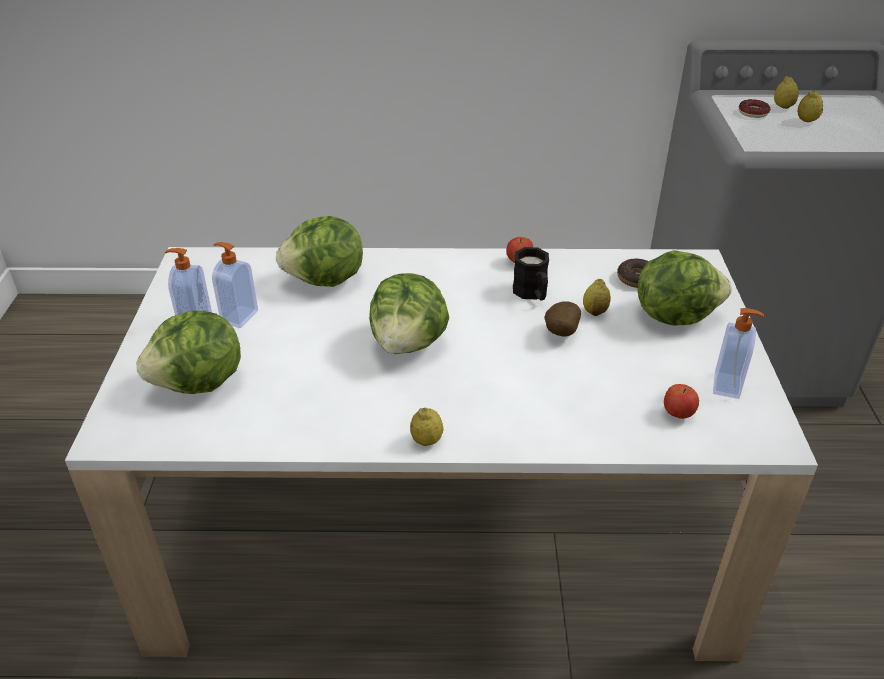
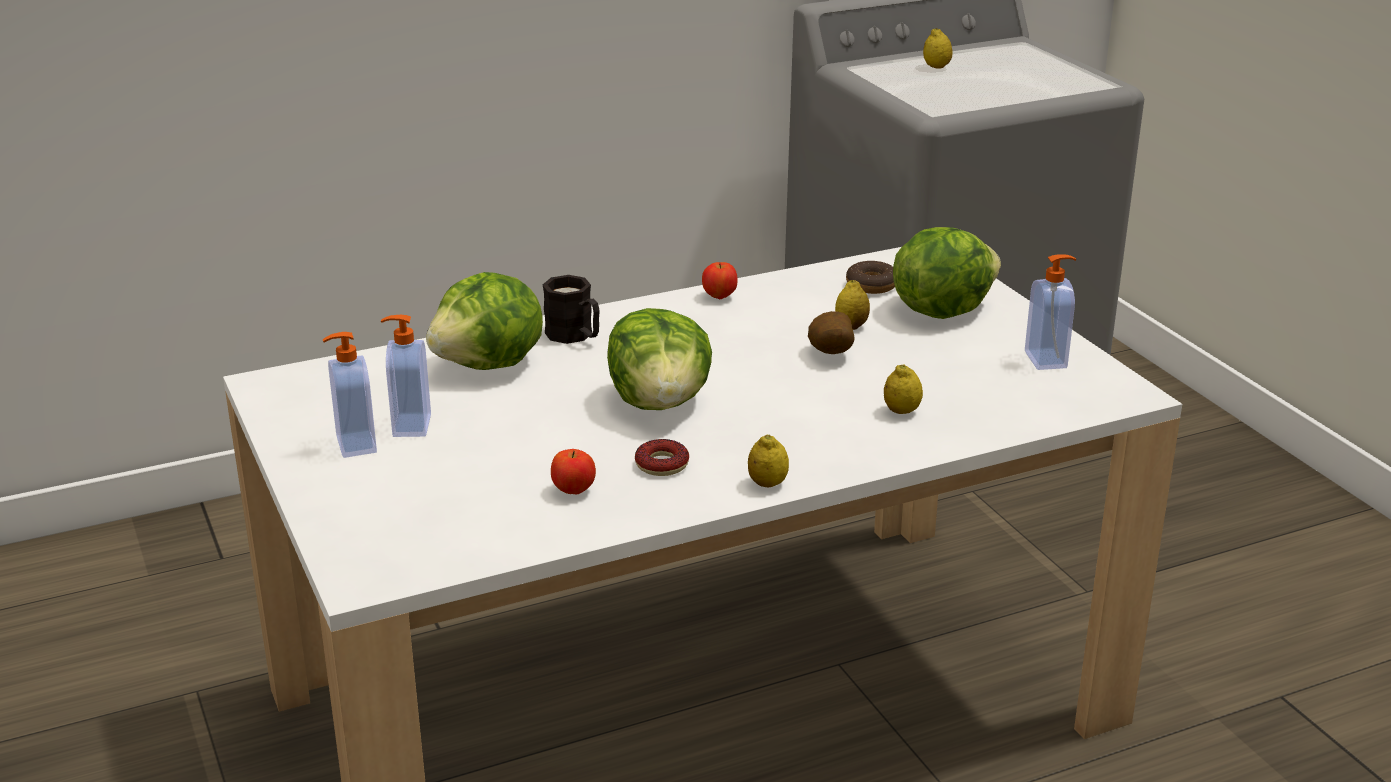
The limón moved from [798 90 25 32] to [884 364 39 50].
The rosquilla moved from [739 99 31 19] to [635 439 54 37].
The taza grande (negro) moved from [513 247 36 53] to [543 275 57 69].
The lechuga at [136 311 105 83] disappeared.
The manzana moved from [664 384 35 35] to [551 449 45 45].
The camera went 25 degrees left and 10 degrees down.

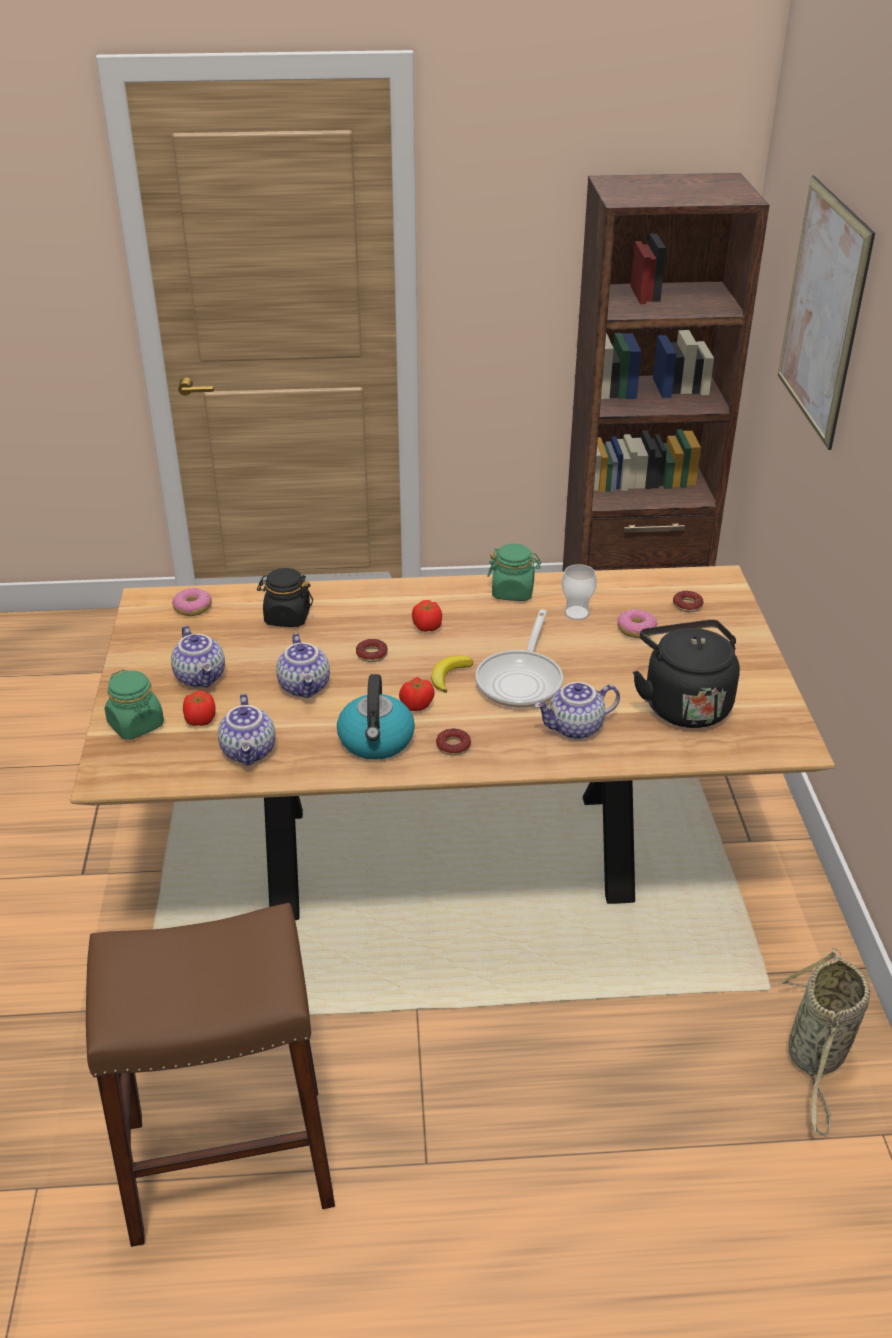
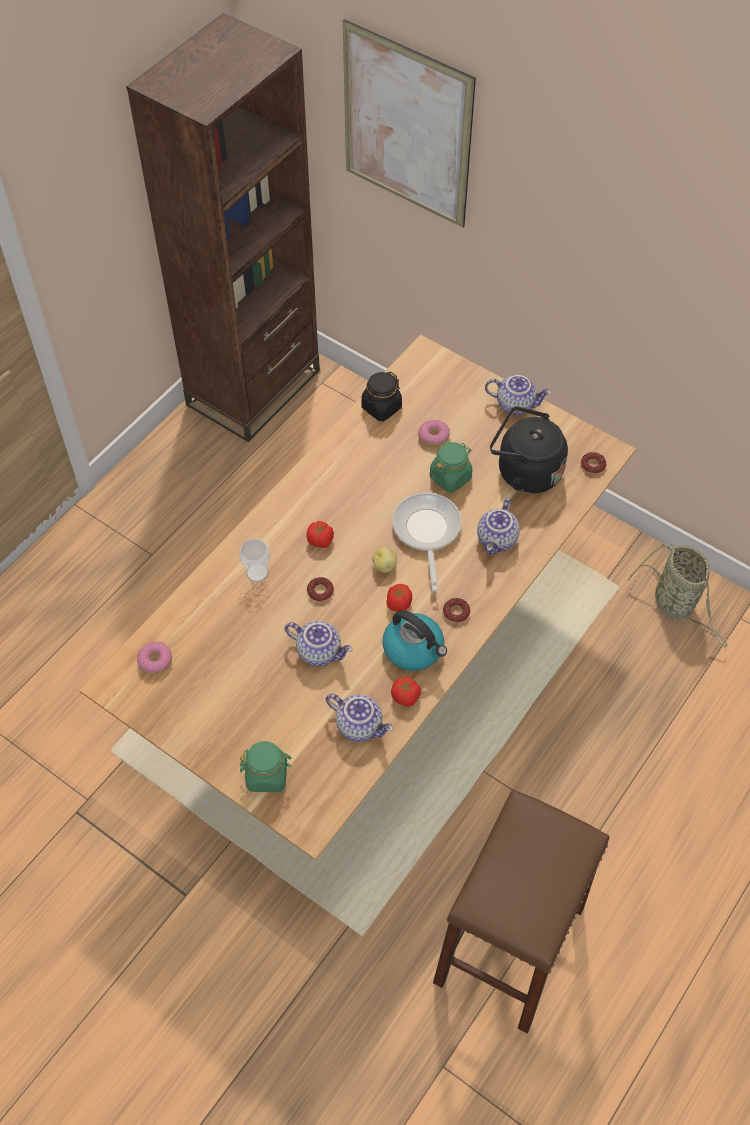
The tarro (verde) moved from [487 544 54 57] to [430 442 42 51].
The taza moved from [562 564 35 56] to [239 538 31 44].
The tarro (negro) moved from [257 568 56 59] to [361 372 41 49].
The rosquilla moved from [673 591 31 21] to [581 452 25 22].
The sartén at [475 609 88 99] turned 150 degrees counterclockwise.
The tetera moved from [171 626 54 62] to [485 375 66 40].
The plátano at [431 656 42 37] was replaced by the patata at [372 547 25 26].
The tomate moved from [183 690 33 36] to [391 677 30 30].
The camera went 50 degrees left and 20 degrees up.

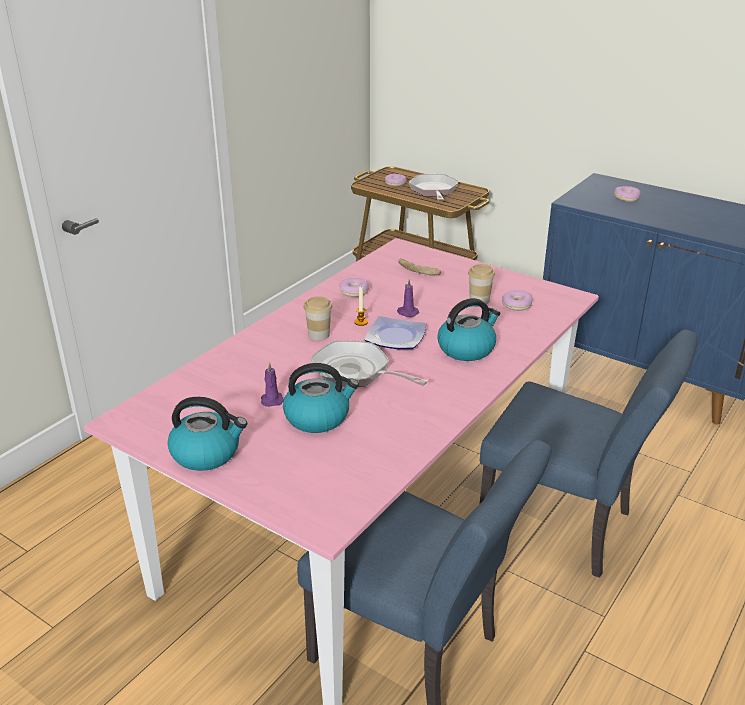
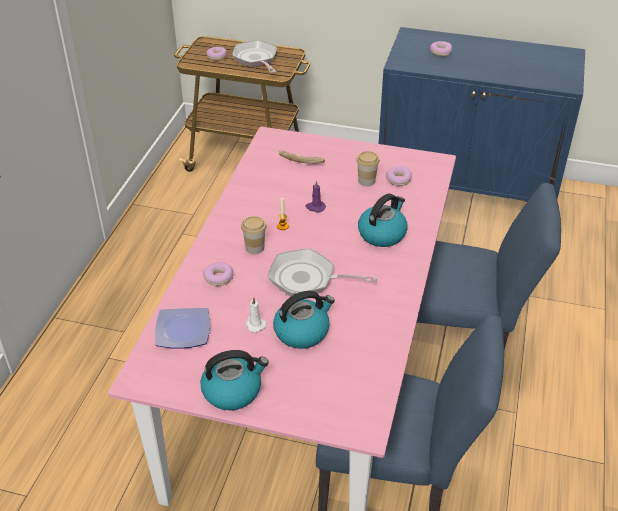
The rosquilla moved from [339 278 30 19] to [203 262 31 24].
The plato moved from [364 316 62 33] to [155 308 55 41].
The vela (morado) at [261 362 23 45] became the vela (blanco) at [245 297 21 35].
The camera went 20 degrees left and 10 degrees up.

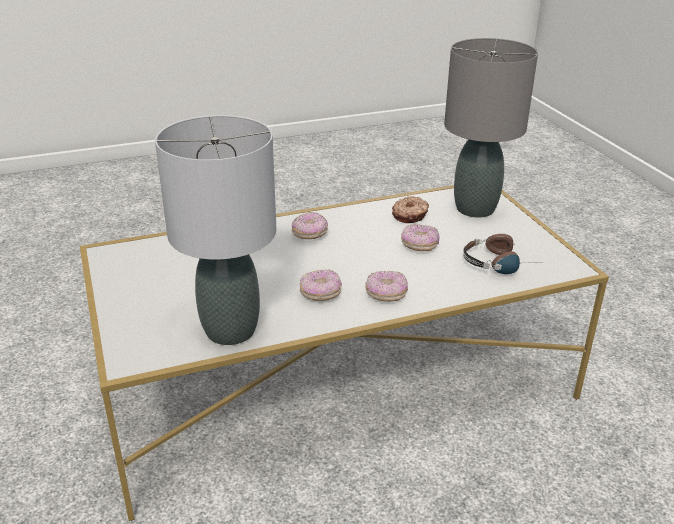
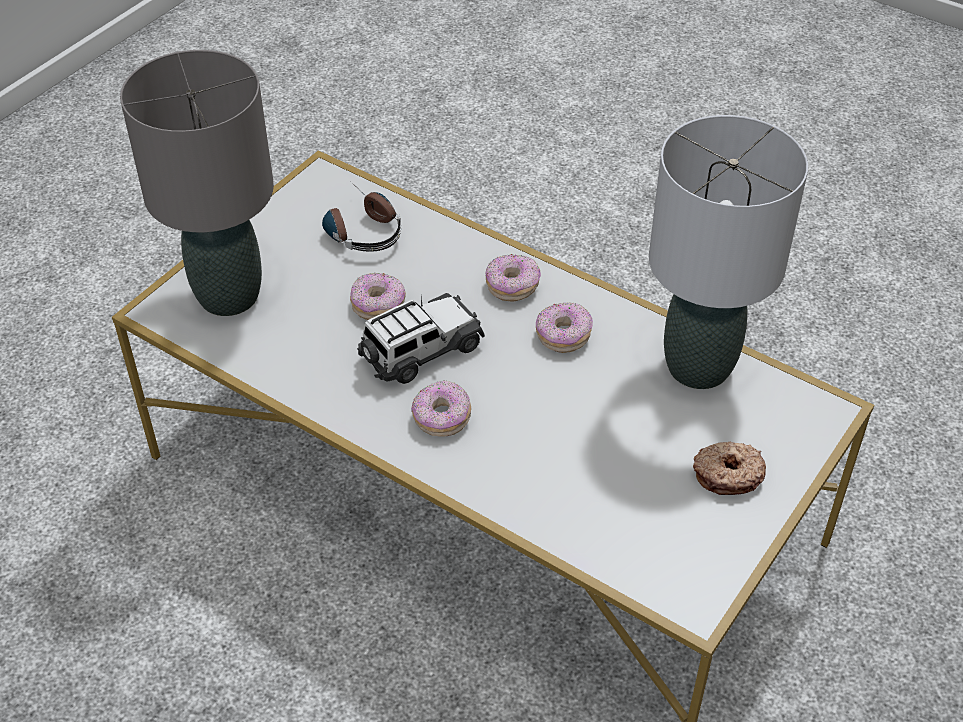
The rosquilla moved from [392 196 37 27] to [693 442 73 53].
The coche de juguete at [357 293 128 91] appeared.
The camera went 125 degrees left and 15 degrees up.

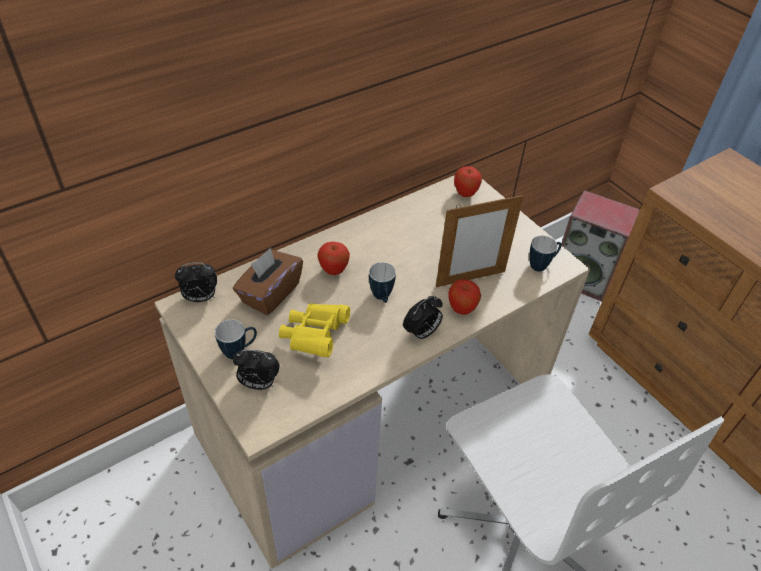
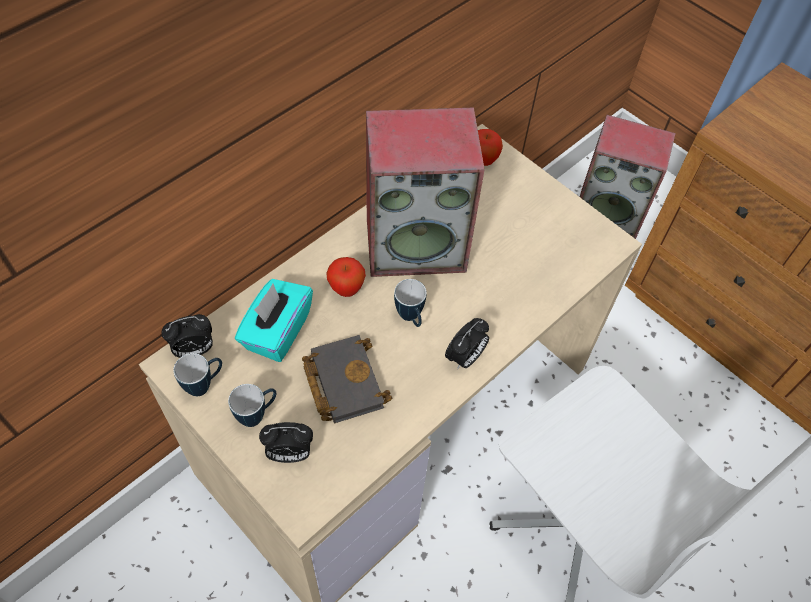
The portarretratos at [436 194 88 93] disappeared.
The taza grande moved from [529 235 33 37] to [173 353 49 43].
The caja de pañuelos (marrón) at [233 248 70 67] became the caja de pañuelos (turquesa) at [235 279 78 83].
The manzana at [448 279 33 36] disappeared.
The prismáticos (amarillo) at [279 303 71 54] was replaced by the libro (negro) at [302 335 90 88].
The altavoz at [366 108 119 169] appeared.
The camera went 10 degrees left and 10 degrees up.

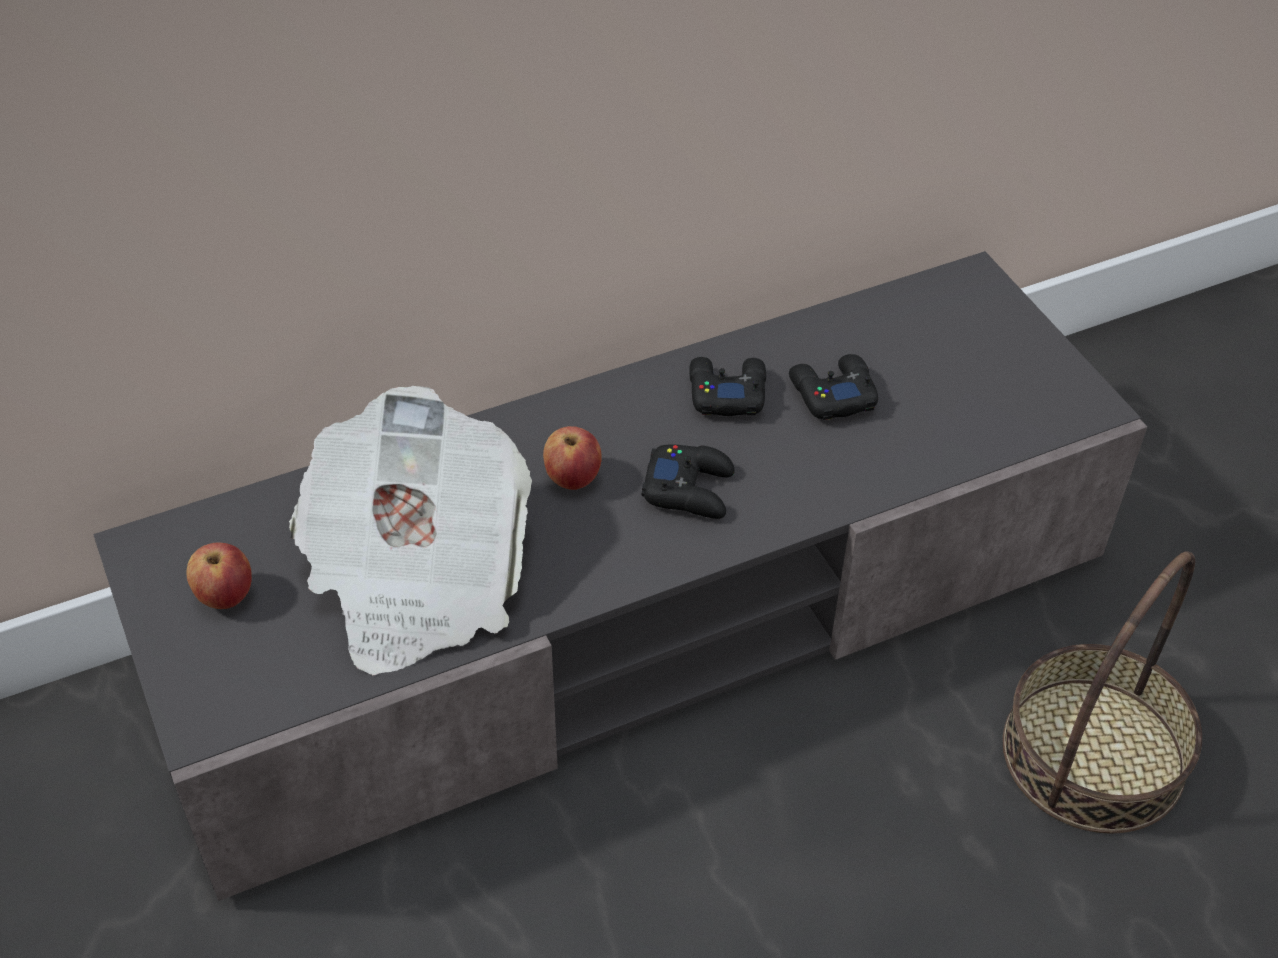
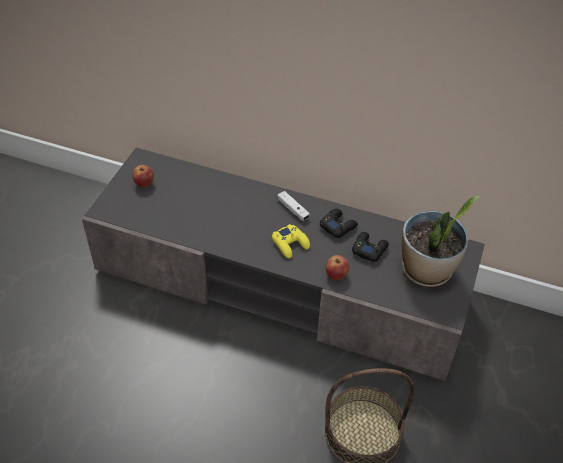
The periódico at [289 386 243 289] disappeared.
The manzana moved from [543 426 59 64] to [325 255 24 25].
The mando de consola (negro) at [642 445 93 74] became the mando de consola (amarillo) at [272 224 38 34].
The mando de consola (blanco) at [277 191 33 30] appeared.
The planta en maceta at [402 195 78 92] appeared.
The camera went 45 degrees right and 0 degrees up.

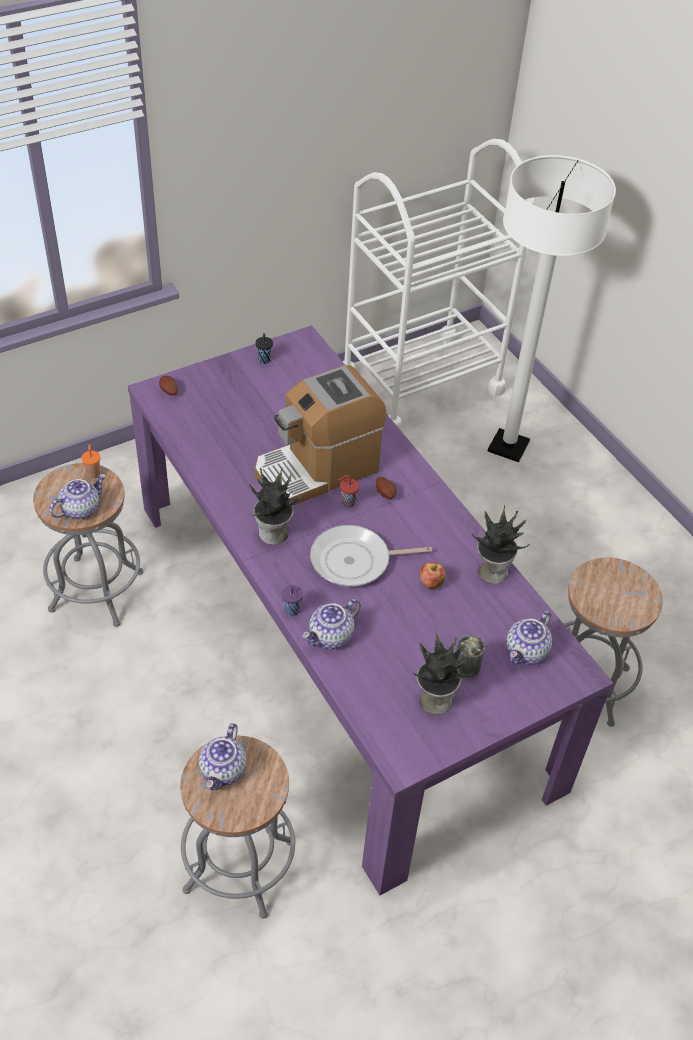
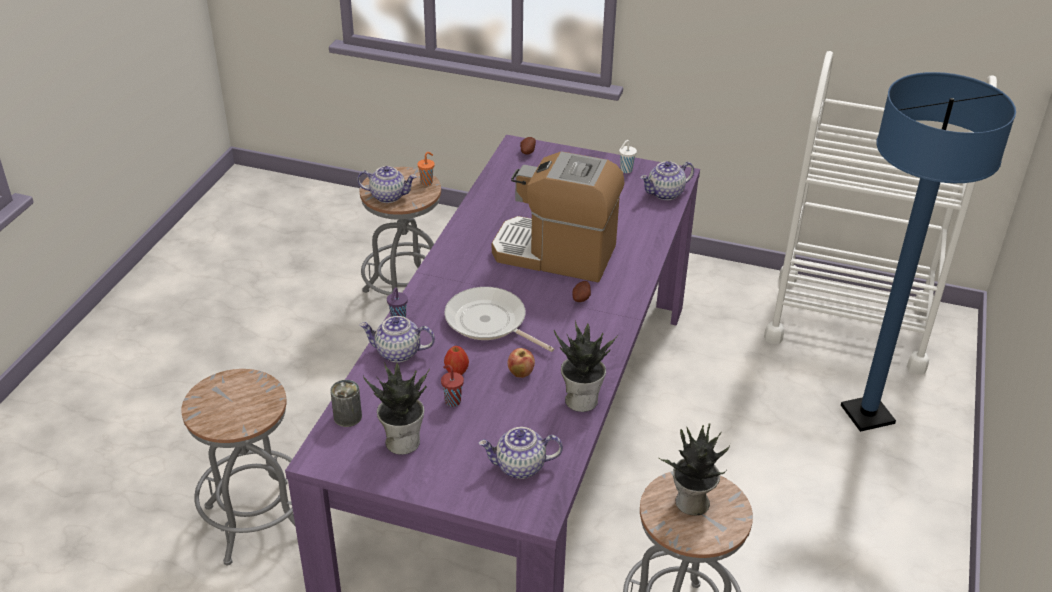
The lámpara de pie (blanco) at [488 155 128 307] became the lámpara de pie (azul) at [841 72 175 360].
The taza (negro) at [256 333 17 31] became the taza (blanco) at [619 140 18 33].
The planta en maceta moved from [249 467 56 78] to [659 423 72 92].
The taza (rojo) moved from [338 475 21 33] to [441 365 23 42].
The lata moved from [456 635 29 43] to [330 380 32 47].
The tetera moved from [199 723 47 67] to [640 161 54 39].
The manzana at [444 346 25 29] appeared.
The camera went 50 degrees right and 10 degrees down.

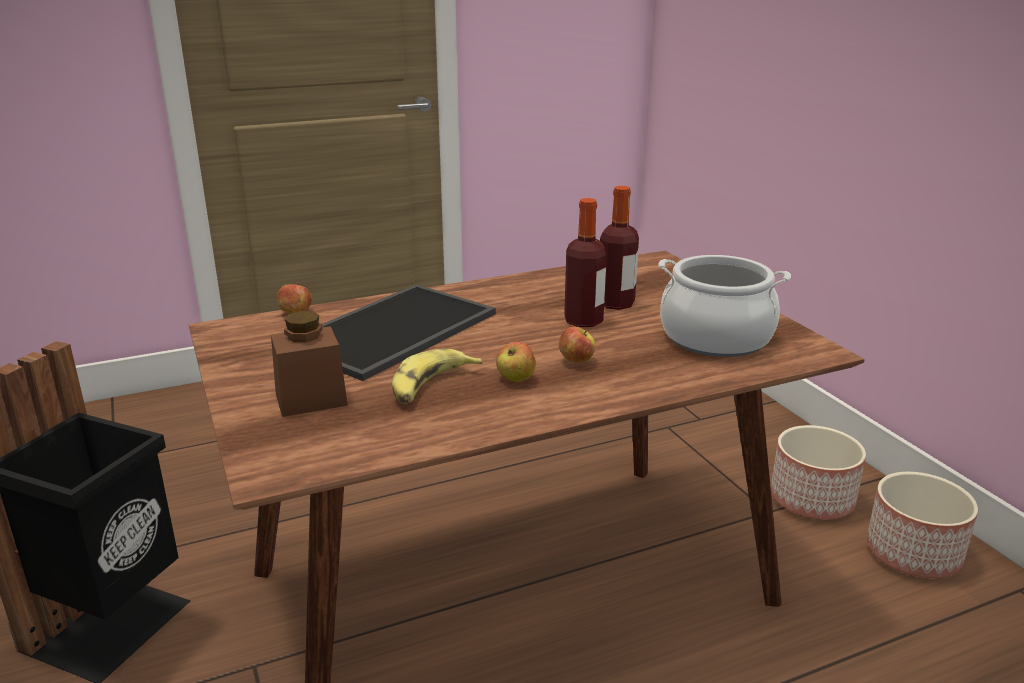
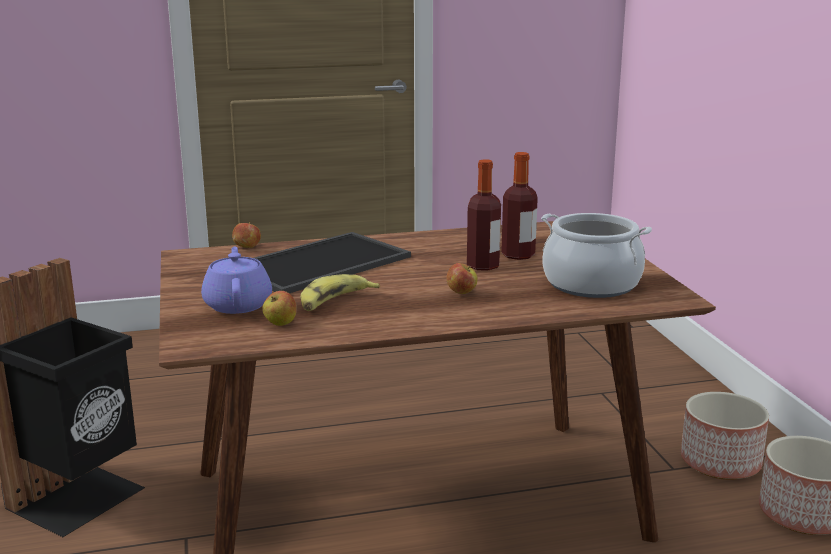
The tarro (marrón) at [271 311 77 106] was replaced by the tetera (morado) at [201 247 71 67].
The manzana moved from [496 342 40 40] to [262 291 35 35].
The camera went 10 degrees right and 5 degrees down.

